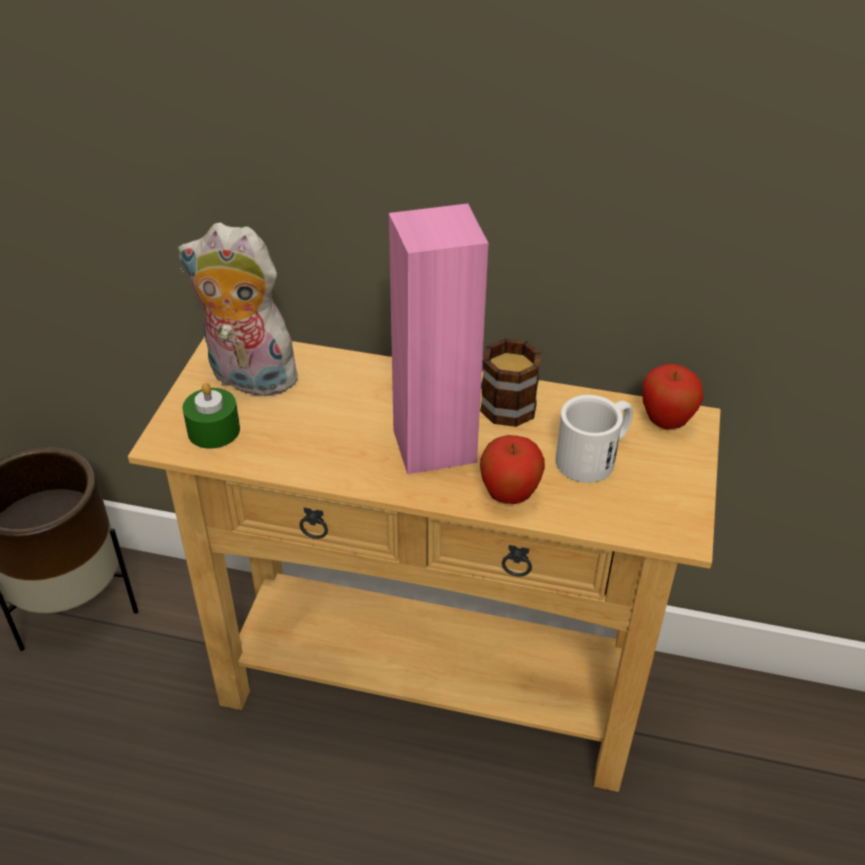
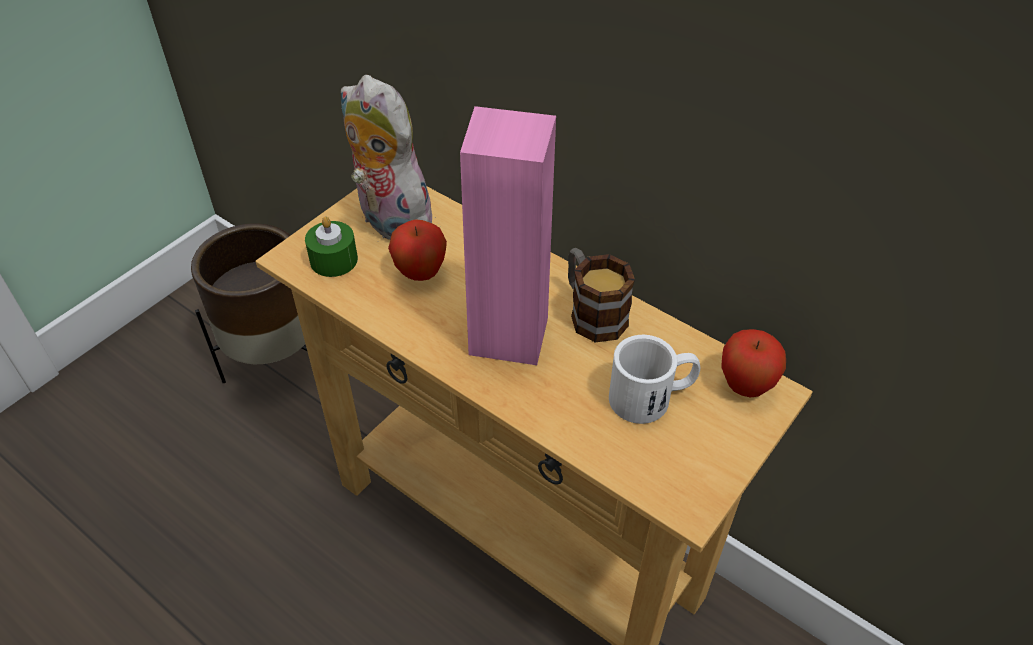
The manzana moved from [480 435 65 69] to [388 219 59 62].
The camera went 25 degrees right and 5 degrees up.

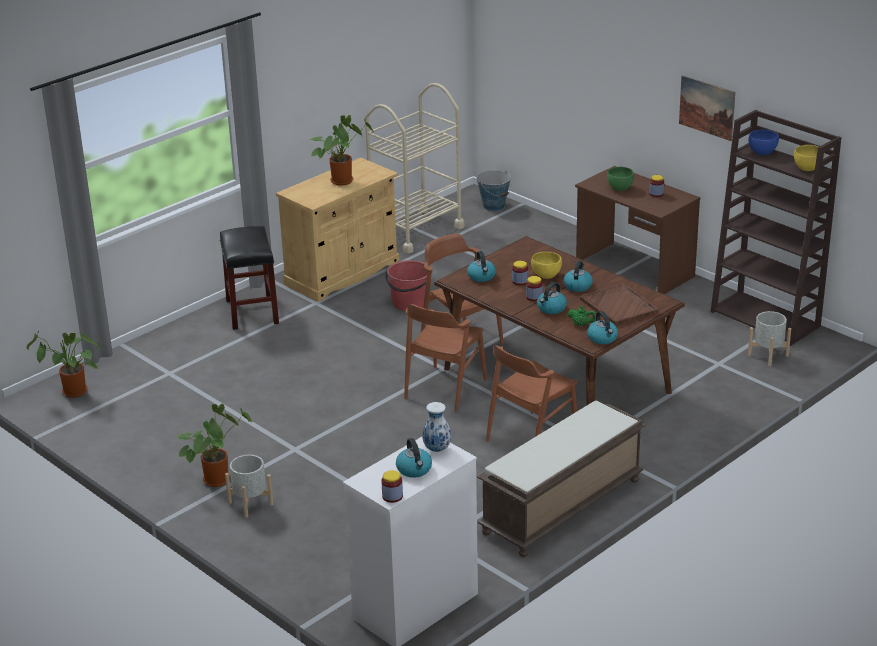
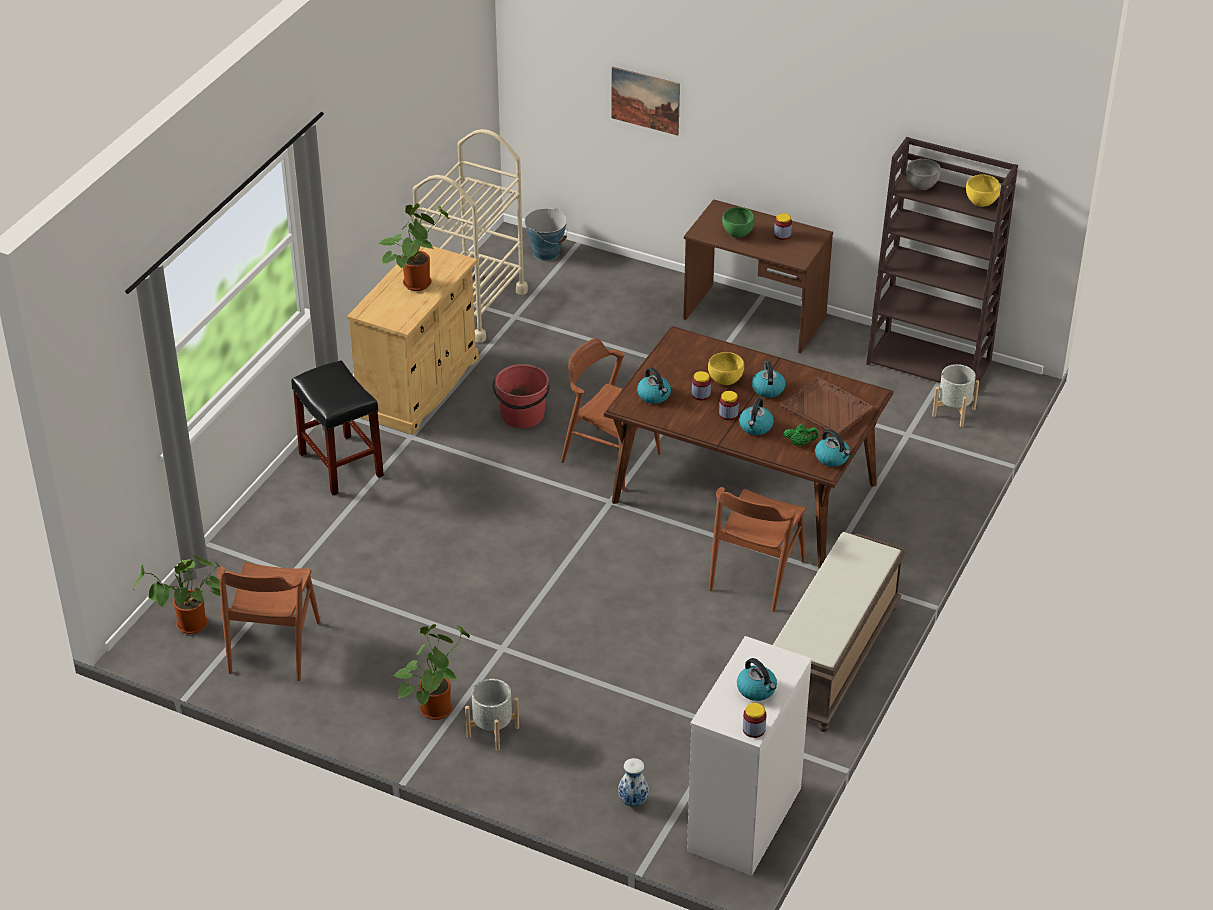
The cuadro moved from [679 75 56 66] to [612 66 68 70].
The cuenco (azul) at [749 130 30 25] became the cuenco (gris) at [906 159 35 31].
The silla (marrón) moved from [404 304 83 108] to [217 562 103 119].
The florero moved from [422 402 29 50] to [618 758 31 49].
The camera went 20 degrees left and 10 degrees up.

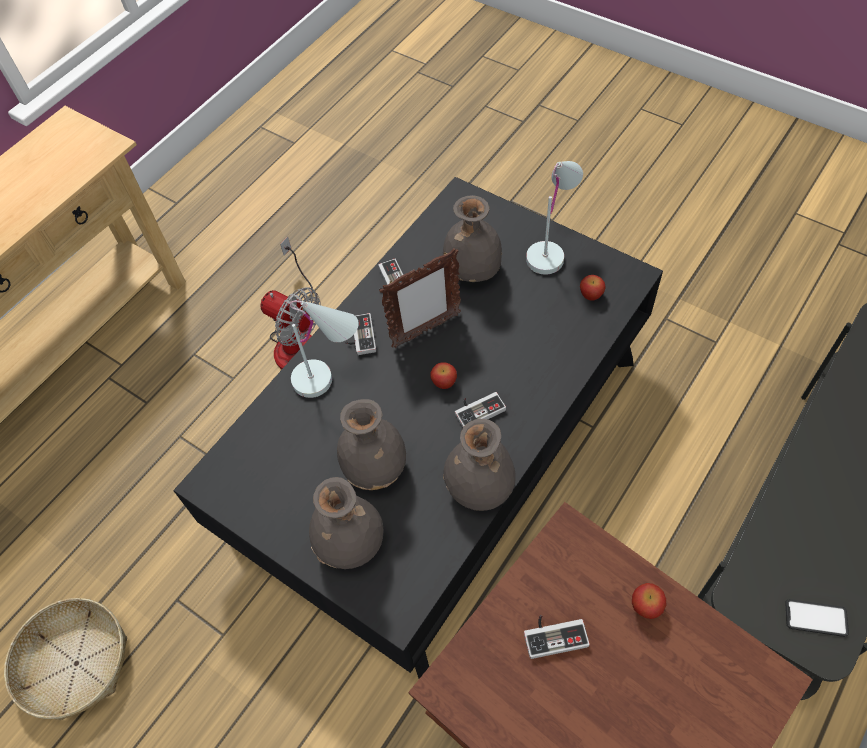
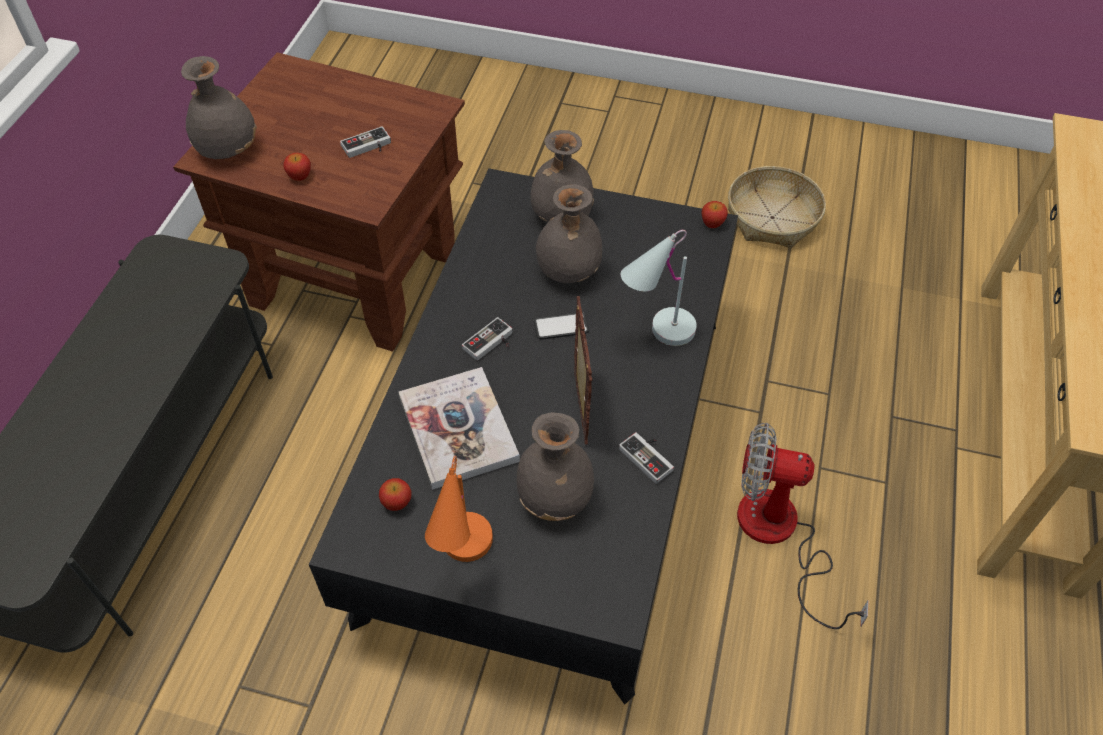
The lámpara de mesa (blanco) at [526 161 57 114] became the lámpara de mesa (naranja) at [425 456 68 106].
The portarretratos at [379 248 82 100] turned 135 degrees clockwise.
The mando de consola at [346 313 30 42] disappeared.
The manzana moved from [430 362 27 27] to [702 201 26 27].
The florero (gris) moved from [443 419 73 92] to [181 56 76 103].
The móvil moved from [785 599 64 38] to [533 312 56 28].
The libro at [399 367 121 123] appeared.
The camera went 155 degrees right and 5 degrees down.

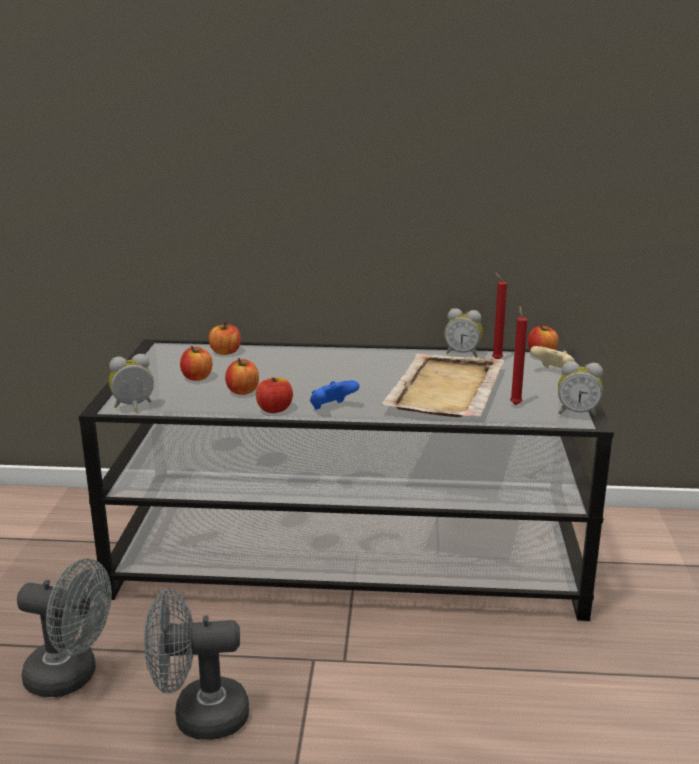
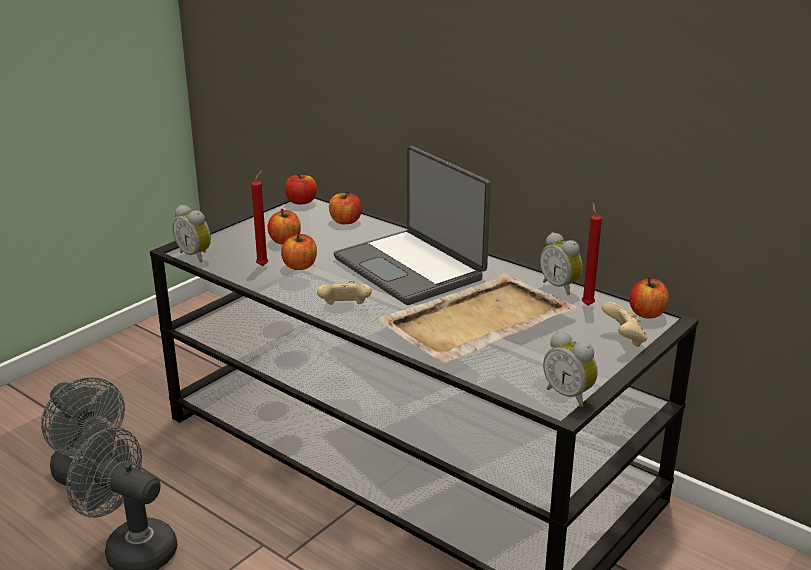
The vela (rojo) moved from [510 306 18 99] to [251 170 17 96].
The despertador at [109 354 45 58] turned 150 degrees counterclockwise.
The manzana moved from [256 377 37 36] to [285 174 32 30].
The mando de consola (azul) at [310 380 49 30] became the mando de consola (beis) at [317 280 55 25].
The portátil at [334 146 157 159] appeared.
The camera went 35 degrees right and 5 degrees up.

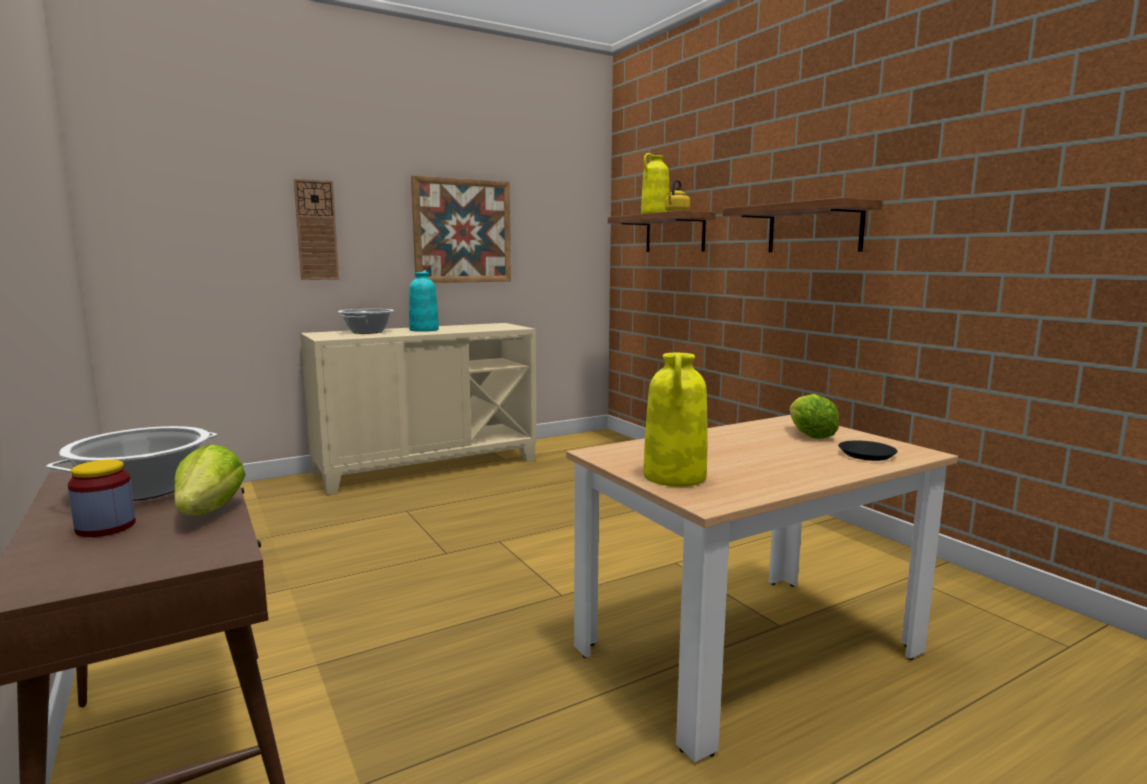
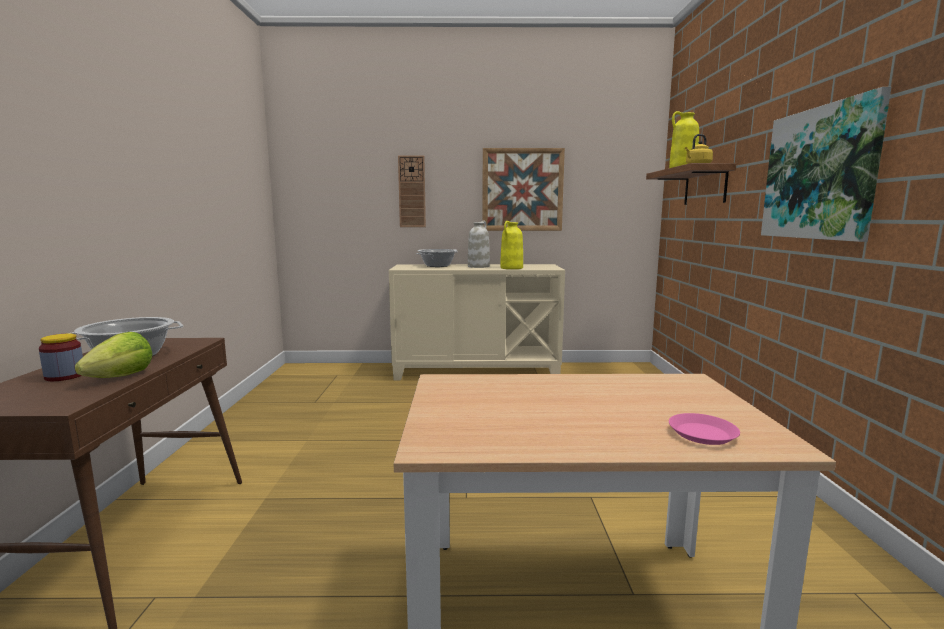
The estante at [723 197 160 55] was replaced by the cuadro at [761 87 130 155].
The florero (turquesa) at [409 270 30 62] became the florero (blanco) at [468 220 22 48].
The florero (amarillo) moved from [643 353 64 134] to [500 221 23 48].
The lechuga at [790 394 49 45] disappeared.
The plato (negro) at [838 440 60 21] became the plato (rosa) at [669 413 71 32].
The camera went 30 degrees right and 0 degrees up.

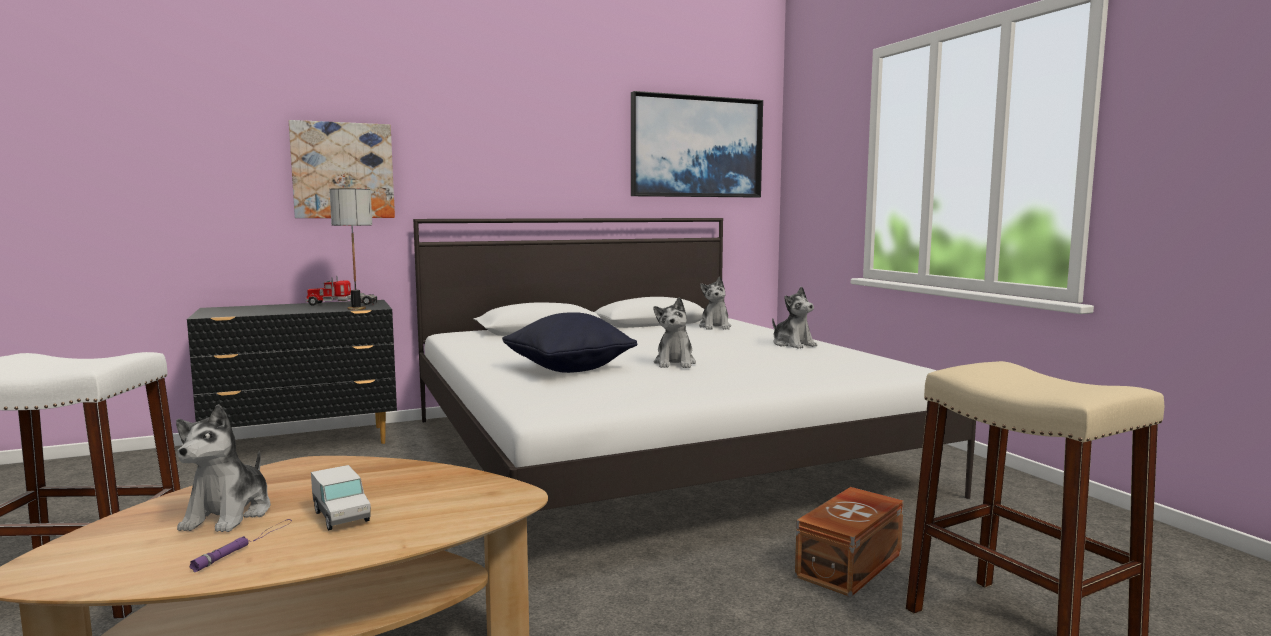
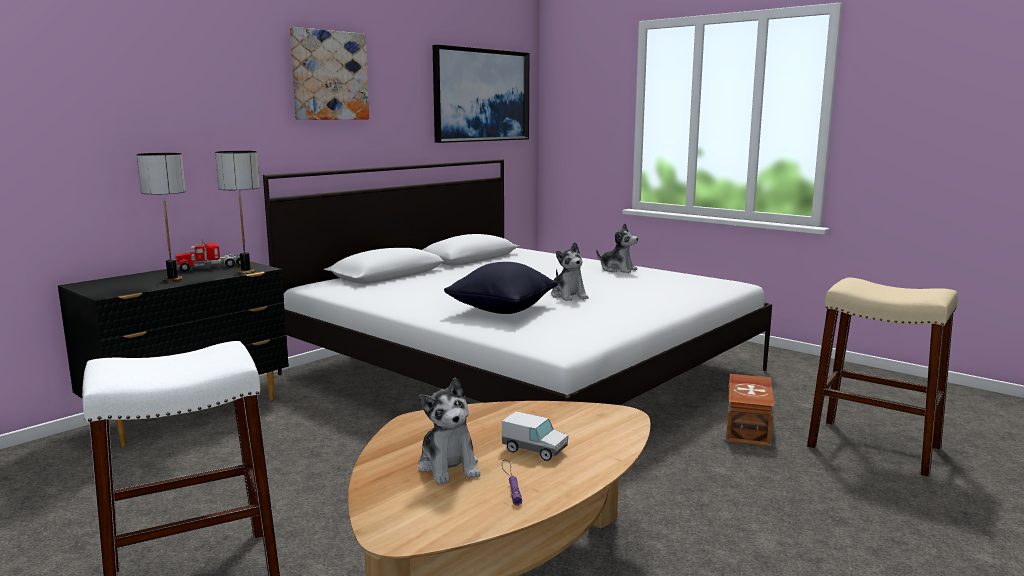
The cuadro moved from [289 120 106 98] to [290 27 79 93].
The peluche at [699 277 32 53] disappeared.
The lámpara de mesa at [137 153 49 129] appeared.
The camera went 25 degrees left and 5 degrees up.

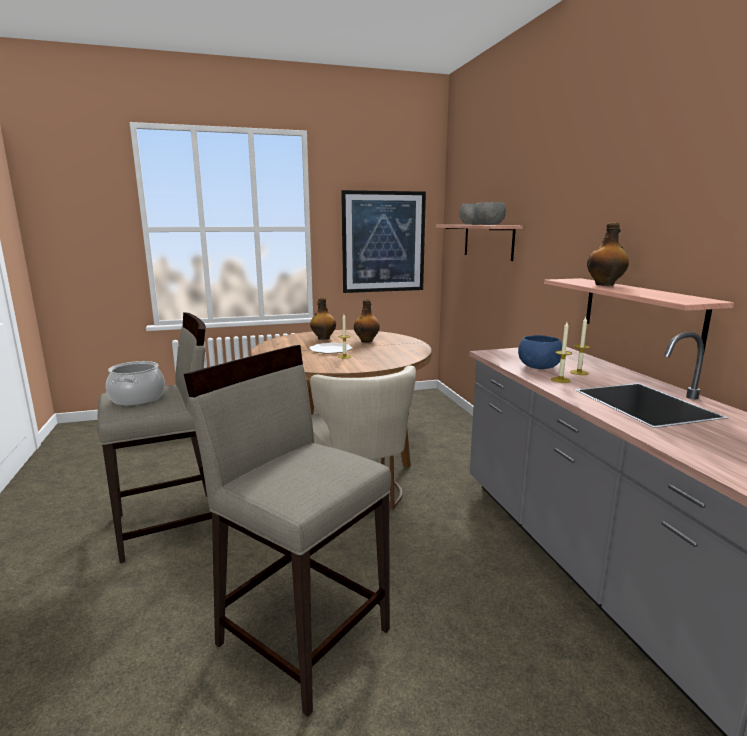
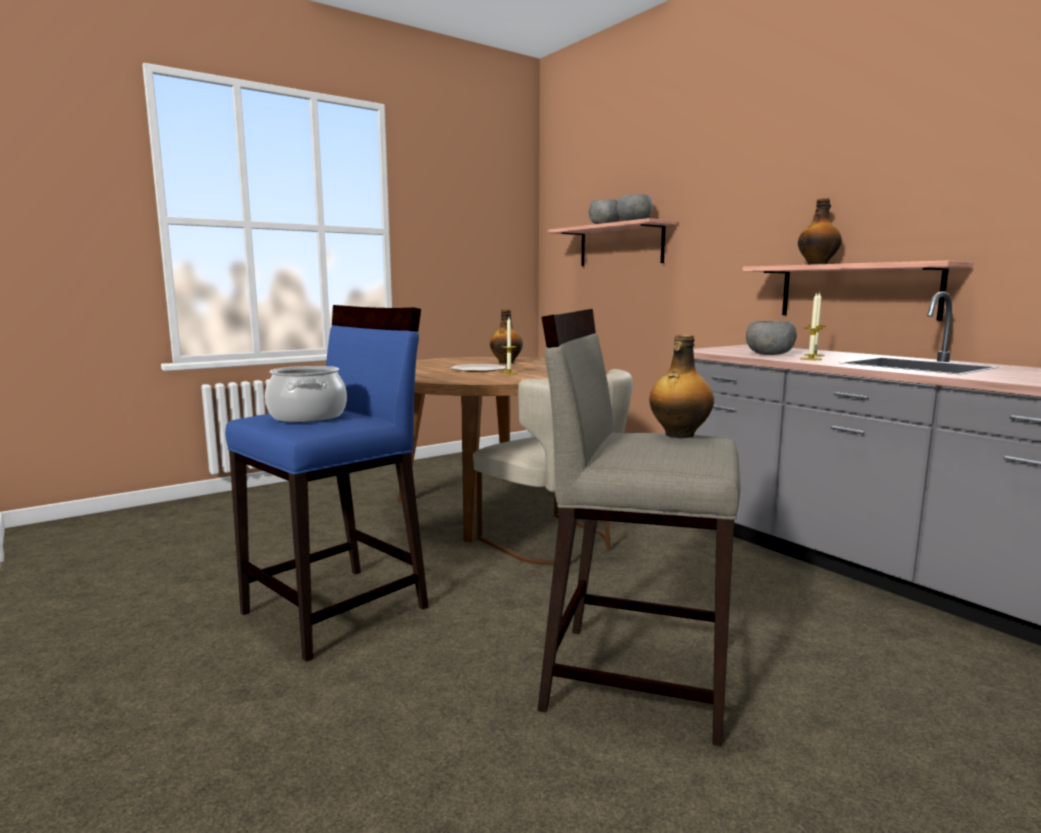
The cuadro at [341 190 85 103] disappeared.
The botella moved from [310 298 26 42] to [649 334 65 104].
The taburete (beis) at [97 312 115 251] became the taburete (azul) at [225 305 204 357].
The cuenco (azul) at [518 335 44 34] became the cuenco (gris) at [746 321 51 34].
The camera went 20 degrees left and 5 degrees down.

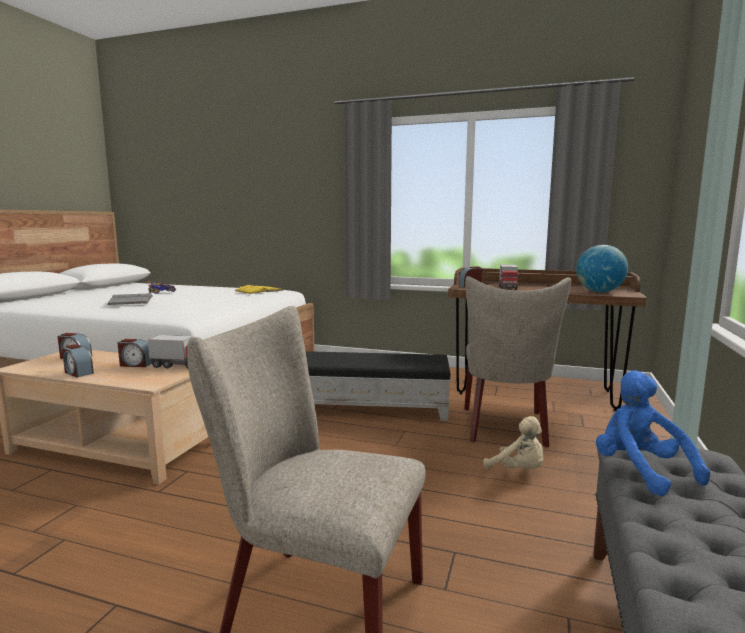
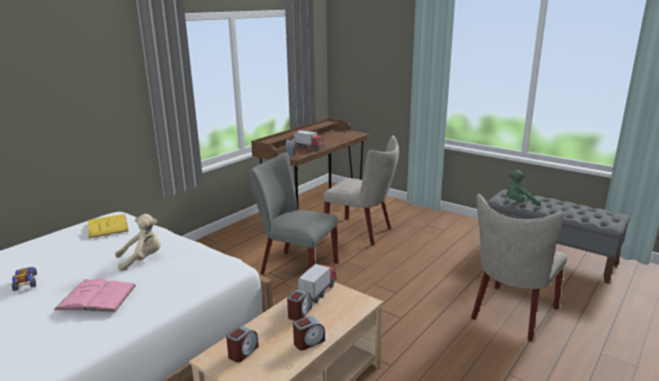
The globo terráqueo at [576 245 52 47] disappeared.
The libro (gris) at [107 292 46 13] became the libro (rosa) at [54 278 82 34].
The puf (negro) at [305 351 146 70] was replaced by the silla (gris) at [249 152 89 123].
The peluche (azul) at [596 371 114 125] became the peluche (verde) at [507 170 34 36].
The peluche (beis) moved from [483 416 60 54] to [115 214 46 57].
The camera went 70 degrees left and 10 degrees up.

